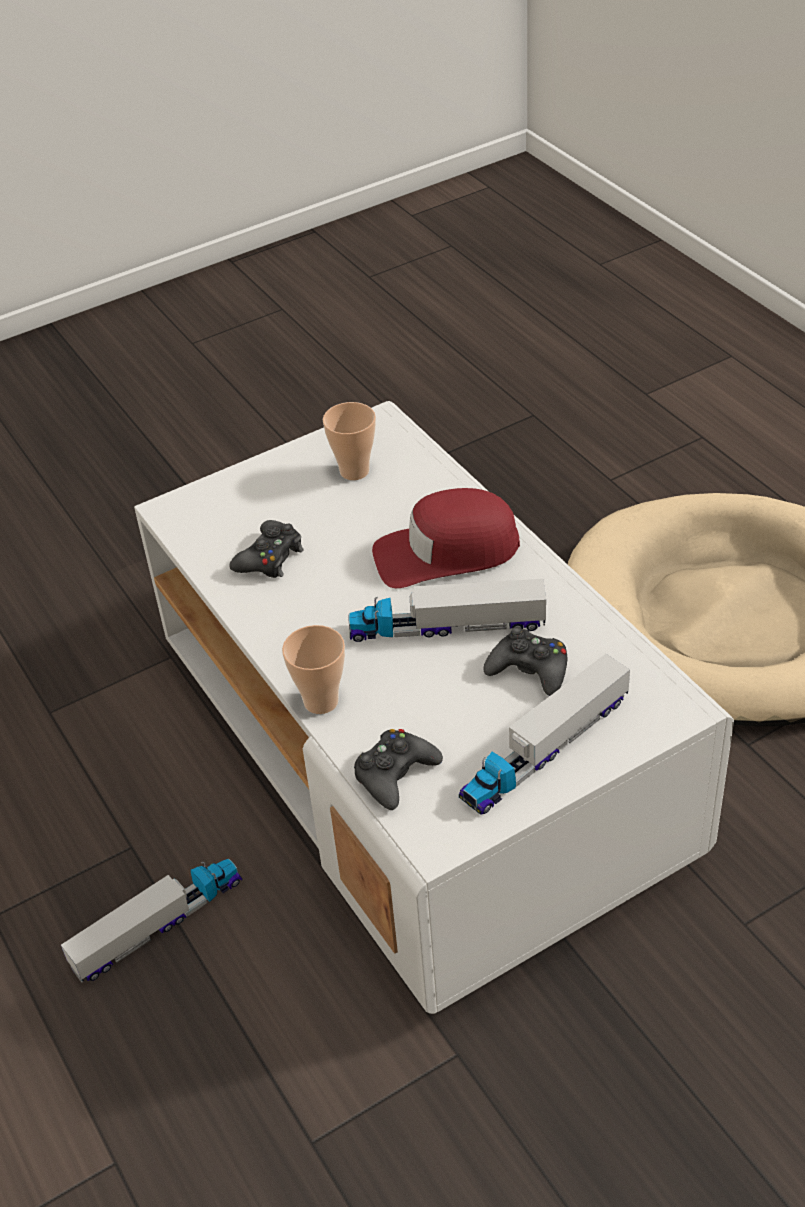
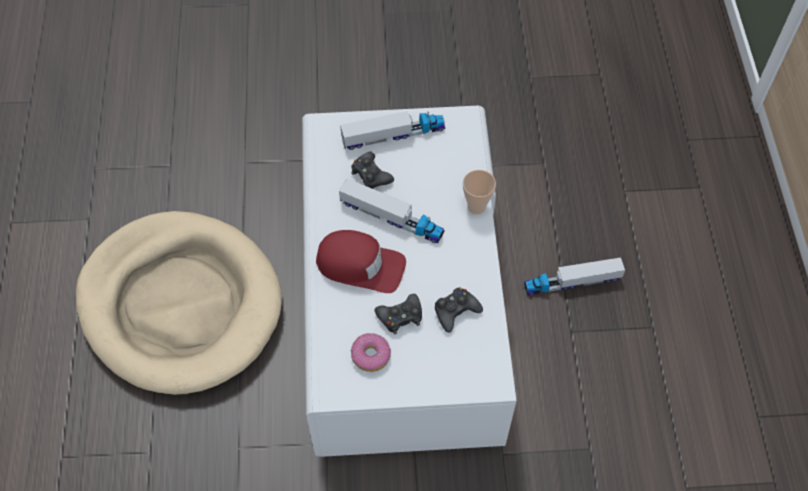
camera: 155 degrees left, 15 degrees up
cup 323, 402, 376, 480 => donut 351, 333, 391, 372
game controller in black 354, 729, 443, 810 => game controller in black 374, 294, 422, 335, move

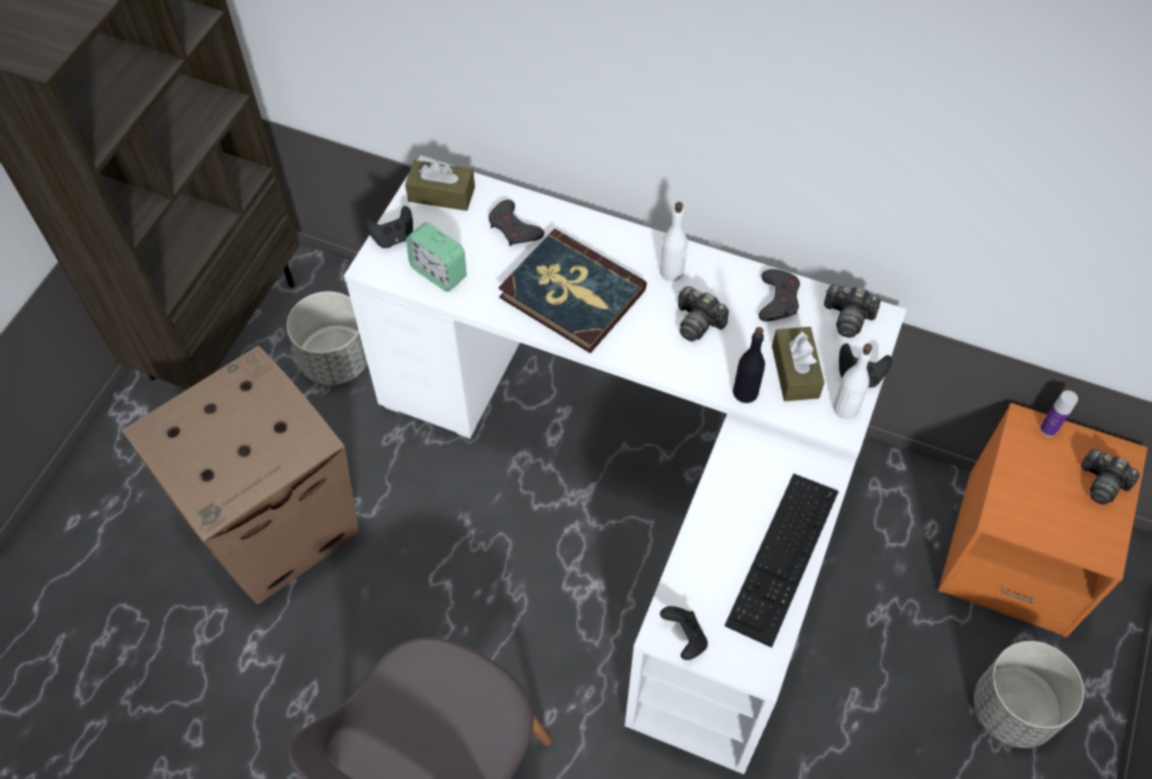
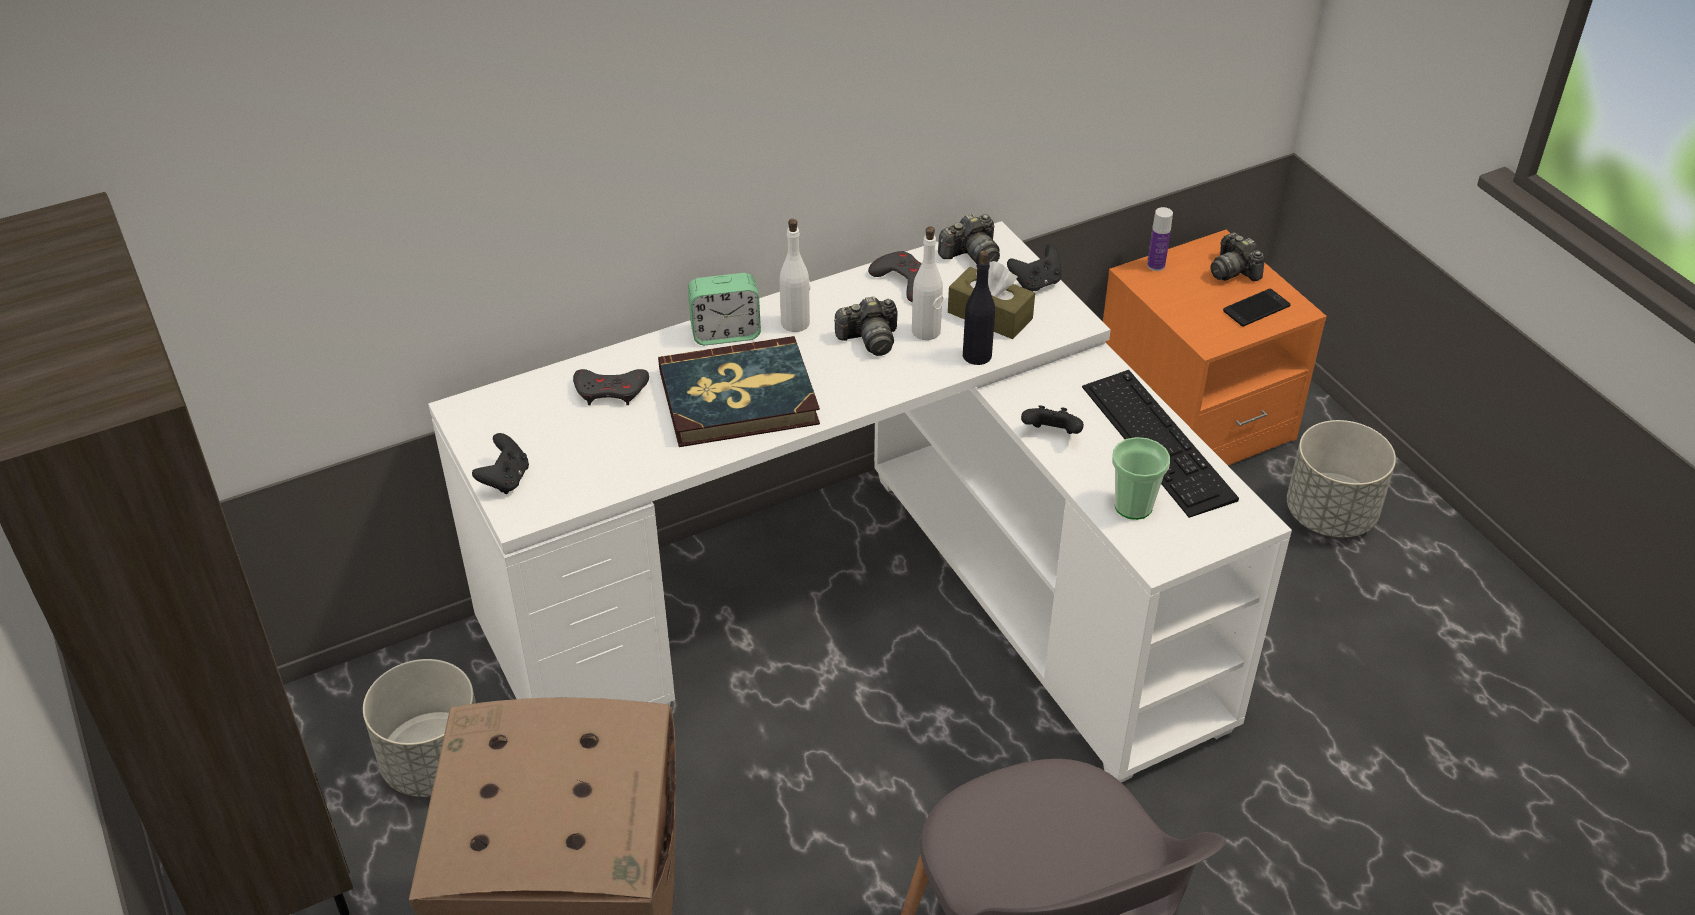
camera: 50 degrees left, 15 degrees down
alarm clock 406, 222, 467, 292 => alarm clock 688, 273, 761, 345, move
bottle in white 833, 344, 872, 419 => bottle in white 912, 227, 943, 340, move
game controller in black 660, 606, 708, 660 => game controller in black 1021, 405, 1084, 434, move
nothing => cup 1112, 437, 1170, 520
photo camera 1081, 449, 1140, 505 => photo camera 1211, 232, 1265, 282, 75 degrees clockwise
nothing => phone 1223, 289, 1291, 327
tissue box in brown 405, 160, 475, 211 => nothing

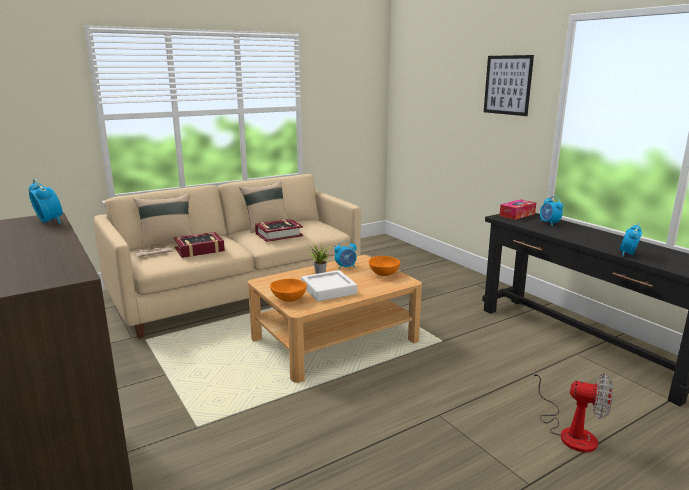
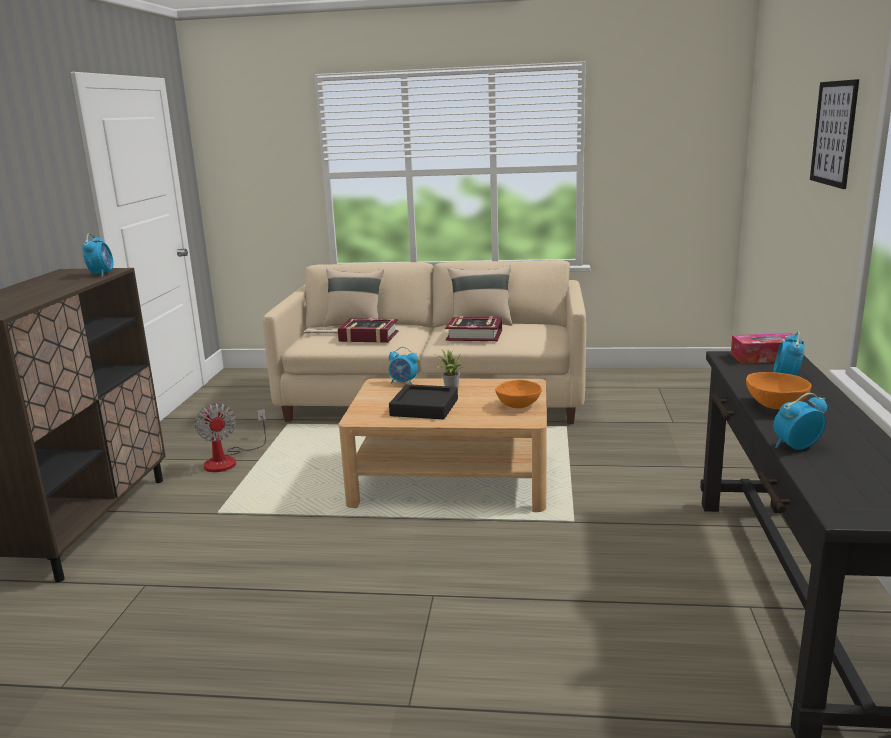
camera: 40 degrees right, 0 degrees up
fan 533, 366, 613, 452 => fan 195, 403, 266, 472, move
alarm clock 334, 240, 357, 270 => alarm clock 389, 347, 418, 385, move
tray in white 301, 270, 357, 301 => tray in black 389, 384, 458, 419
bowl in orange 270, 279, 307, 302 => bowl in orange 746, 372, 811, 409, move

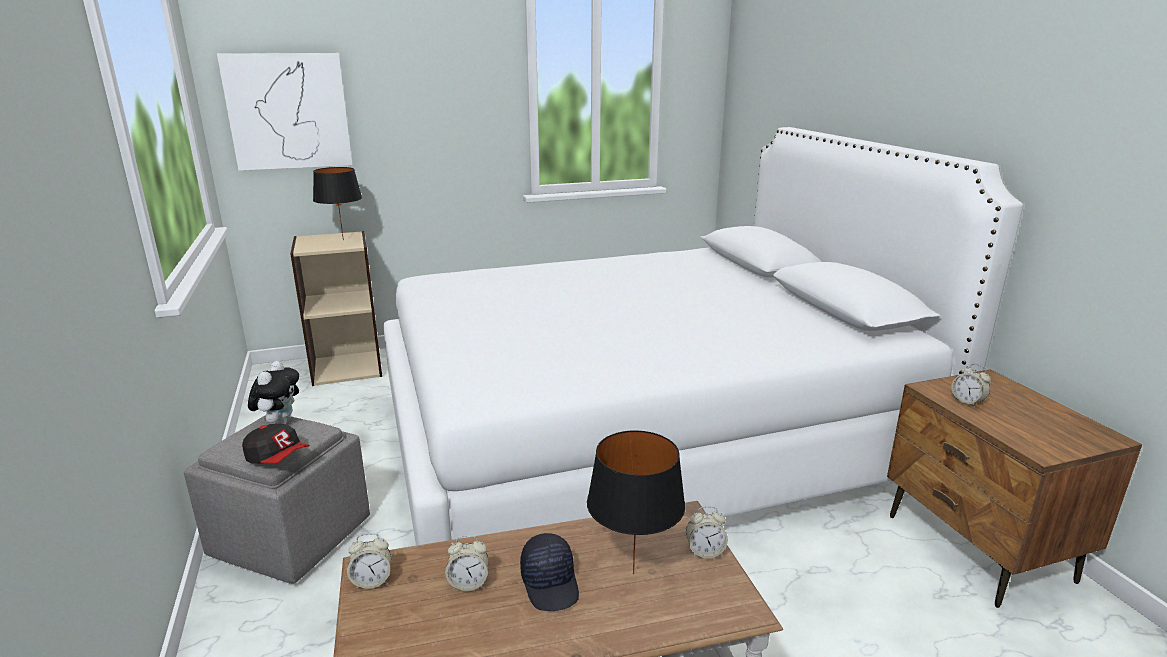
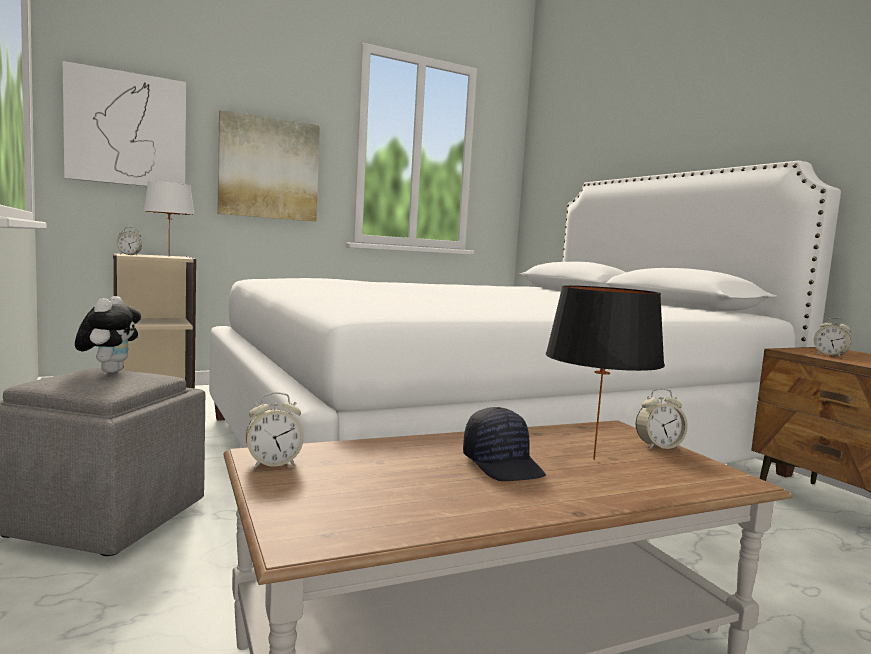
camera: 10 degrees left, 15 degrees down
alarm clock 445, 535, 489, 591 => alarm clock 116, 227, 142, 255, move
table lamp in black 313, 167, 362, 241 => table lamp in white 143, 181, 195, 245
nothing => picture 217, 110, 320, 222
cap 242, 423, 310, 464 => nothing

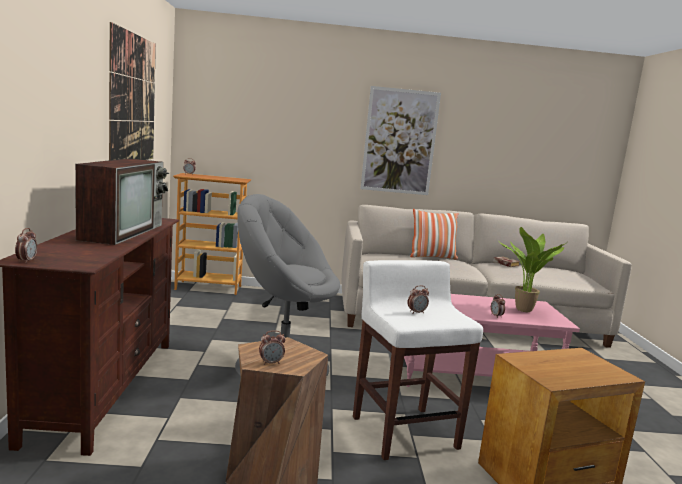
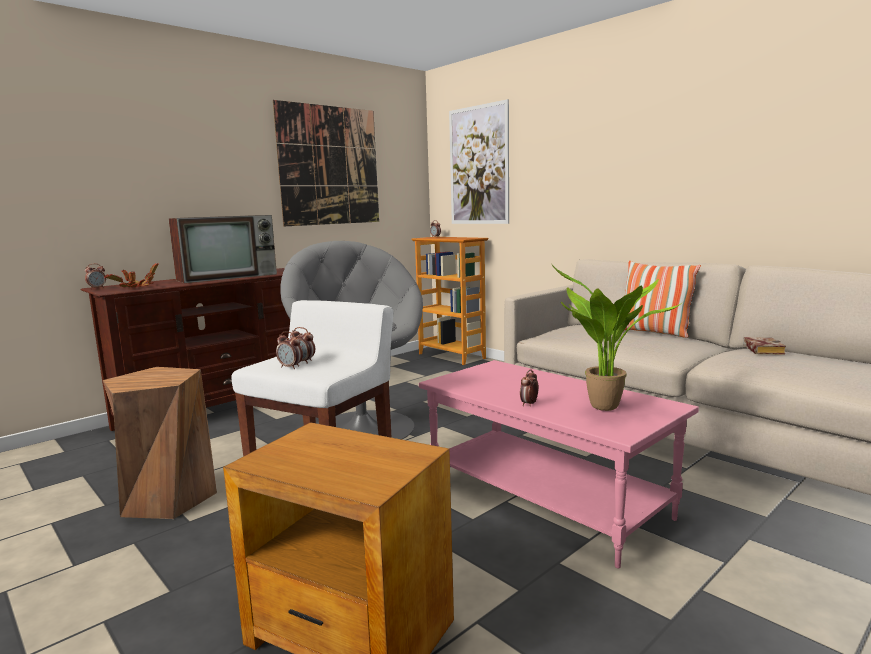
camera: 50 degrees right, 0 degrees up
nothing => potted plant 104, 263, 159, 288
alarm clock 259, 330, 286, 365 => alarm clock 276, 331, 303, 369, move
picture 360, 86, 441, 195 => picture 449, 99, 509, 224, move

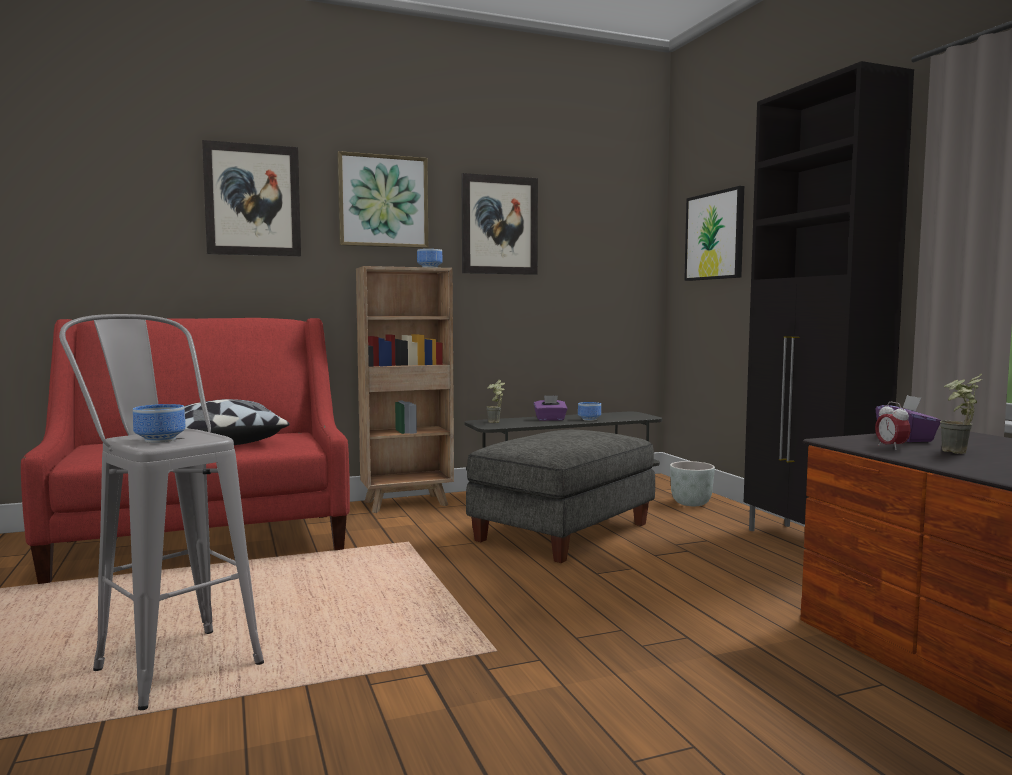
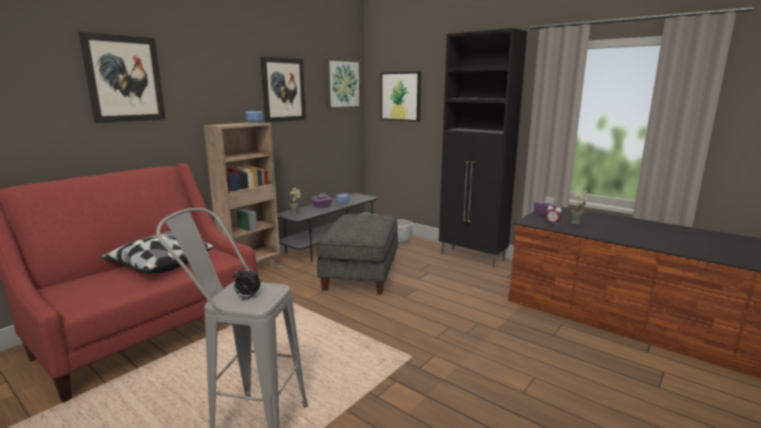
camera: 30 degrees left, 10 degrees up
bowl 133, 404, 186, 443 => alarm clock 233, 266, 260, 297
picture 337, 151, 428, 248 => picture 325, 58, 361, 109, move

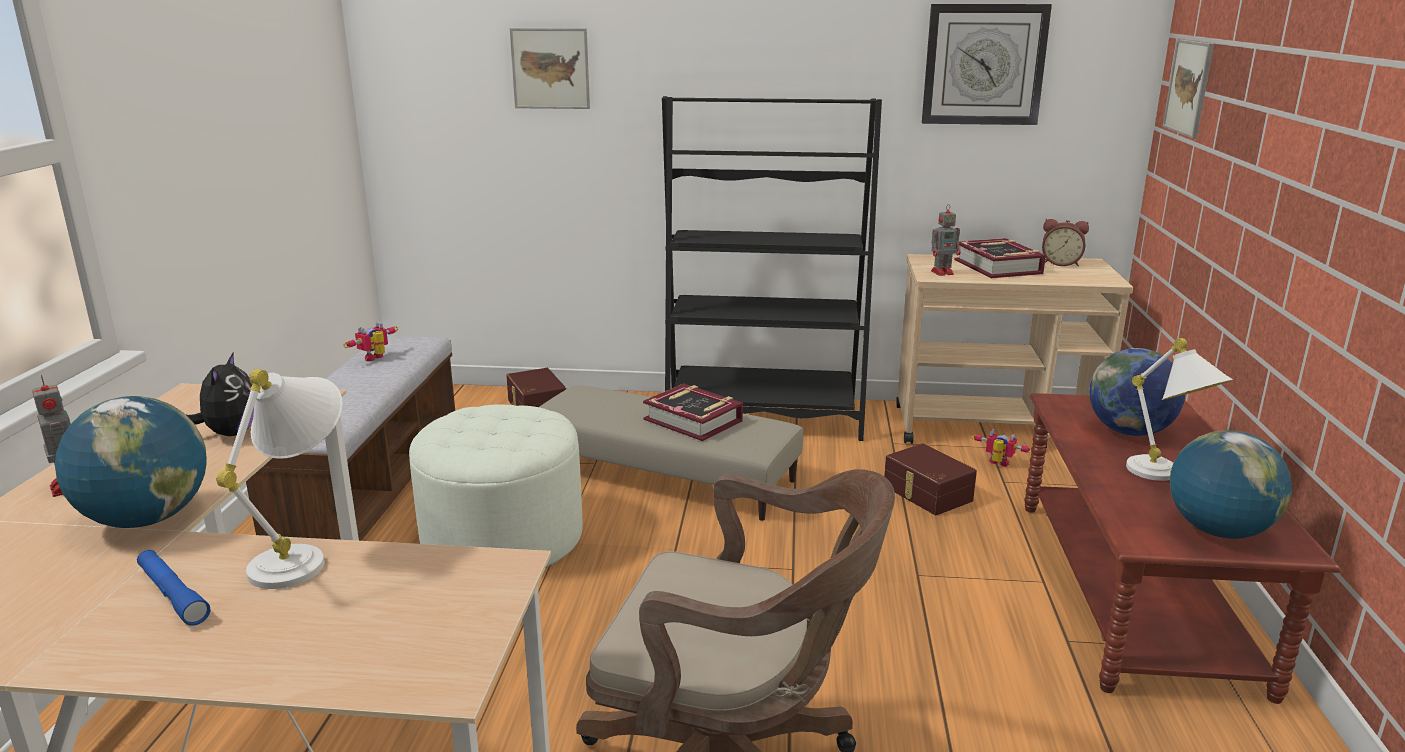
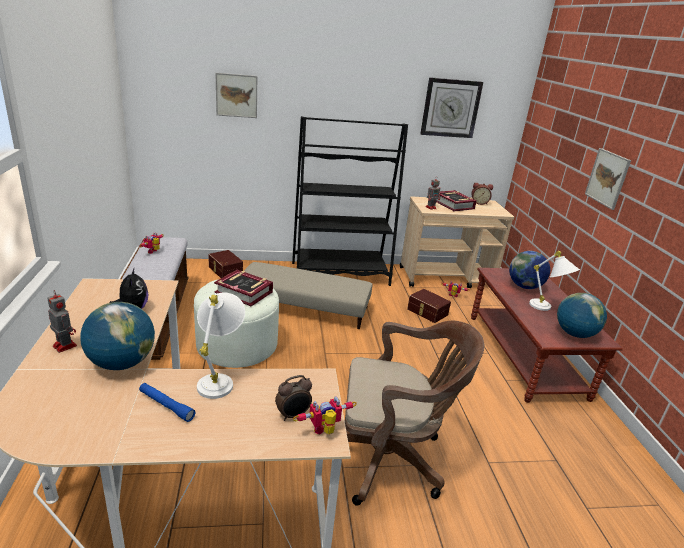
camera: 15 degrees left, 5 degrees up
book 643, 384, 743, 441 => book 214, 270, 273, 306, move
nothing => alarm clock 275, 375, 312, 421
nothing => toy robot 293, 396, 357, 434
picture 1162, 39, 1214, 138 => picture 585, 148, 631, 210, move

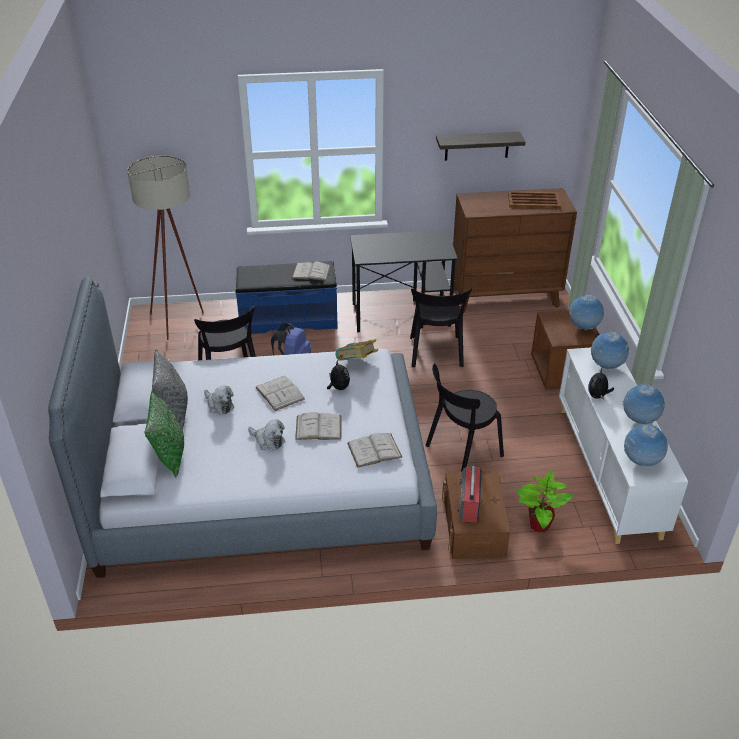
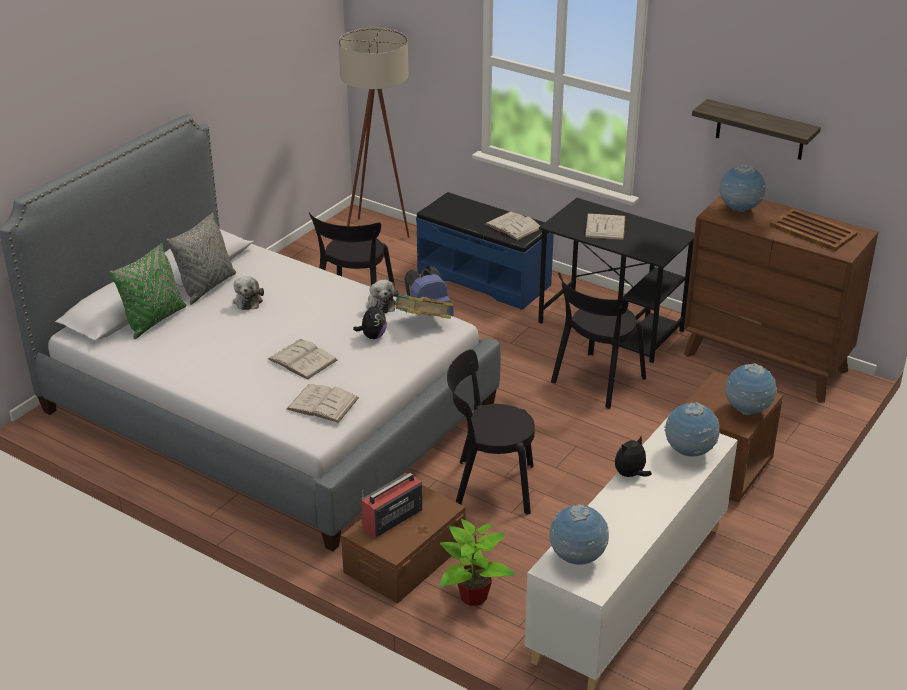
camera: 40 degrees right, 5 degrees down
plush toy 248, 419, 285, 450 => plush toy 367, 280, 399, 313, move
book in white 255, 376, 305, 411 => book in white 585, 213, 625, 240, move
globe 622, 384, 665, 424 => globe 720, 165, 766, 212, move

